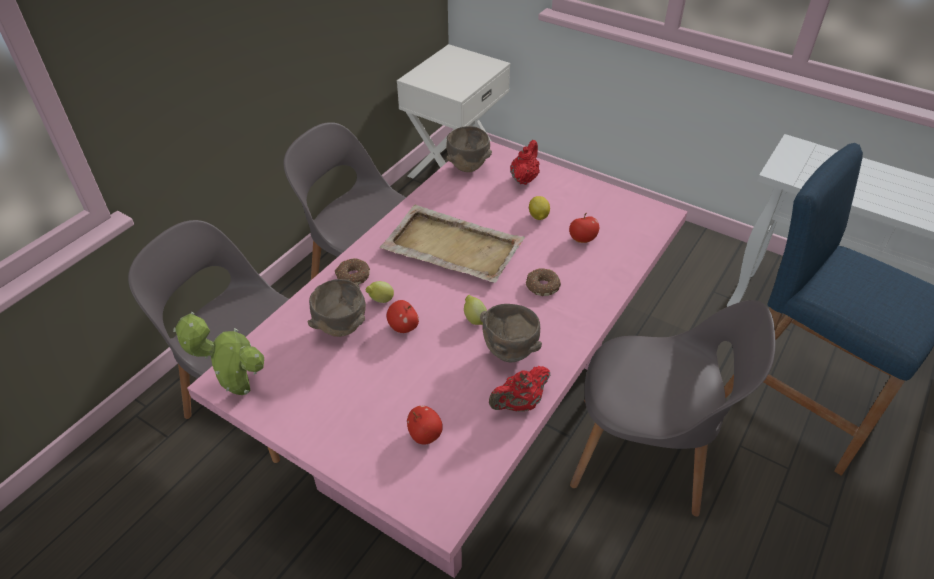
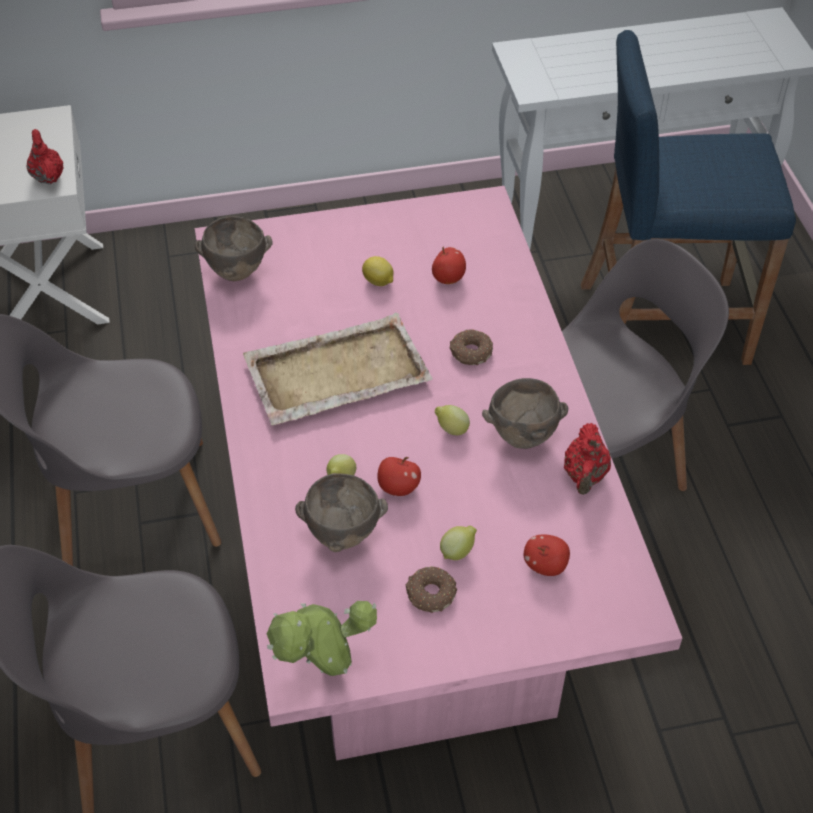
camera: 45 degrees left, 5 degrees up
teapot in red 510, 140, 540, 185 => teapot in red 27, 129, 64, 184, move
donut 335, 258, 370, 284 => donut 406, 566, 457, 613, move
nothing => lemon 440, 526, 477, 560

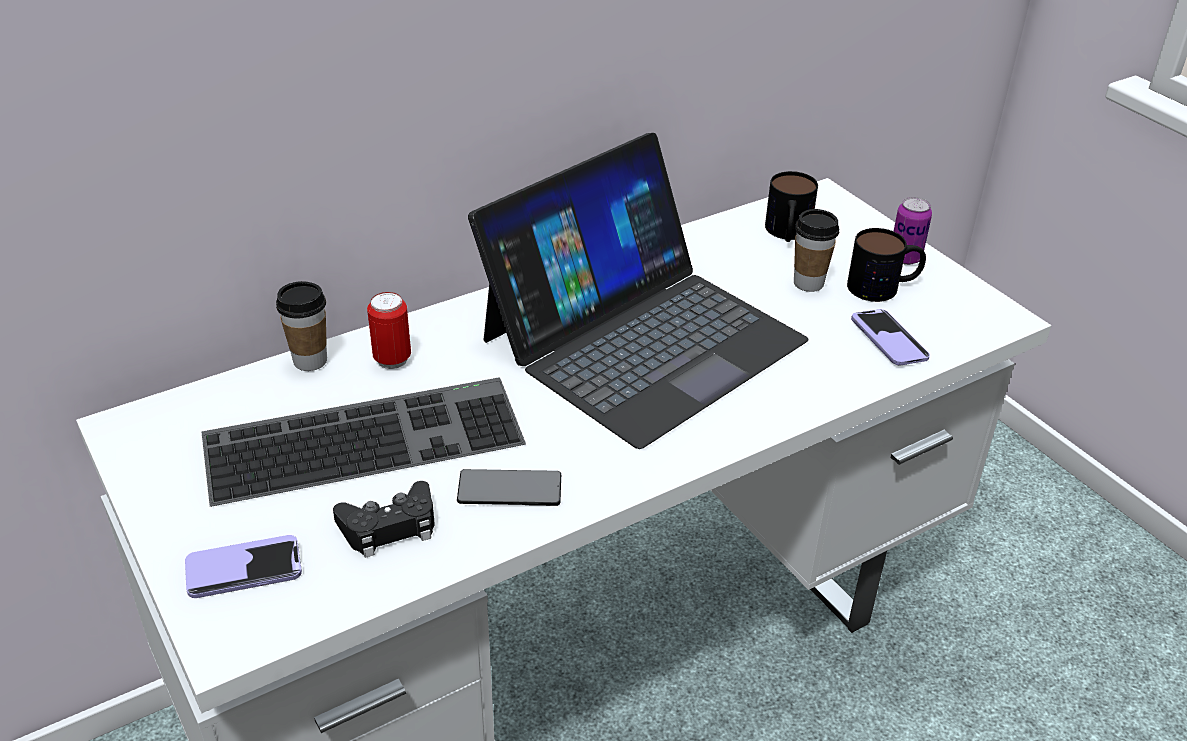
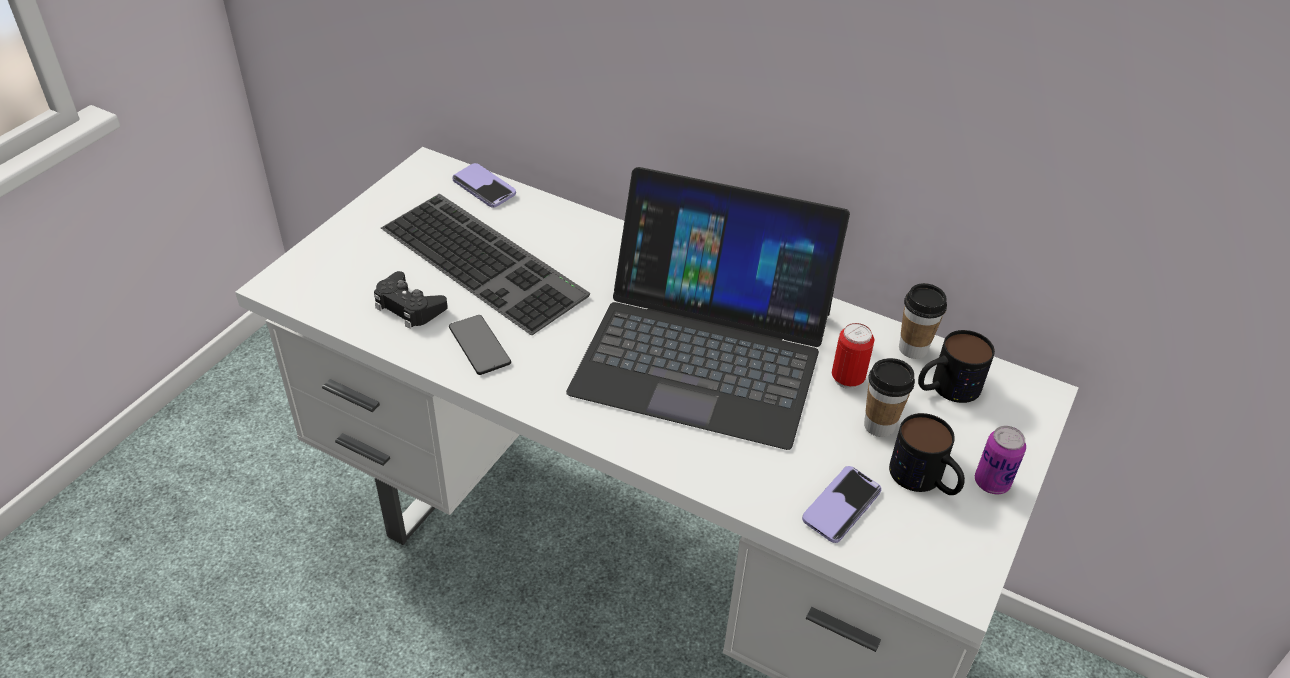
camera: 60 degrees right, 5 degrees up
phone 185, 535, 302, 598 => phone 452, 163, 516, 208, move
can 367, 292, 411, 369 => can 832, 323, 874, 389, move
cup 276, 281, 327, 371 => cup 899, 283, 947, 359, move

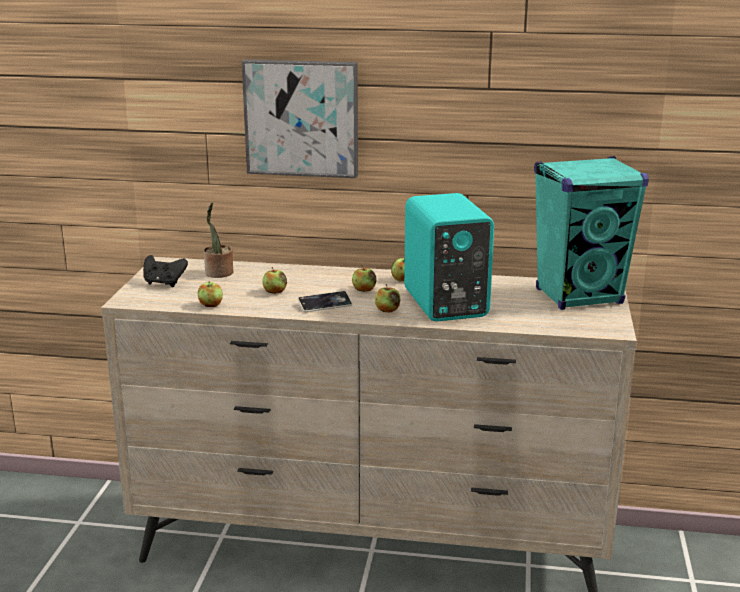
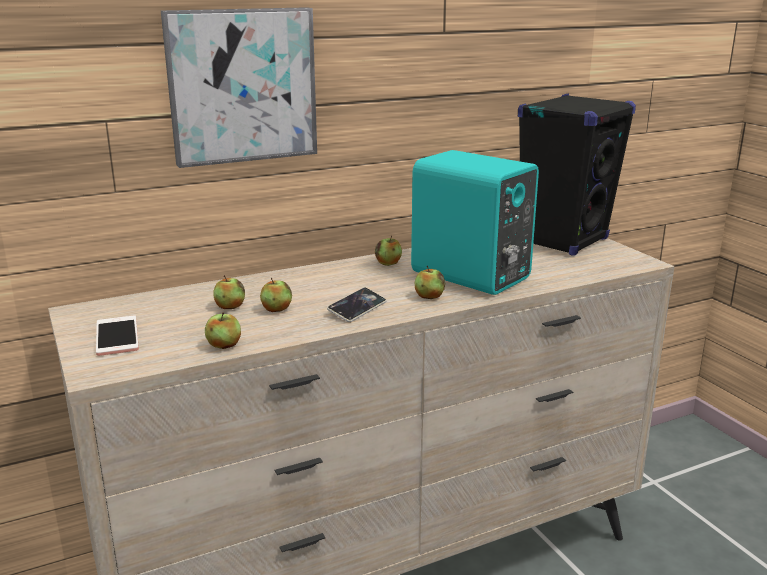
camera: 35 degrees left, 0 degrees up
game controller in black 143, 255, 188, 287 => phone 96, 316, 139, 356
apple 352, 265, 376, 292 => apple 213, 275, 245, 309, move
speaker in turquoise 534, 156, 649, 310 => speaker in black 518, 93, 636, 256
potted plant 204, 202, 233, 278 => nothing

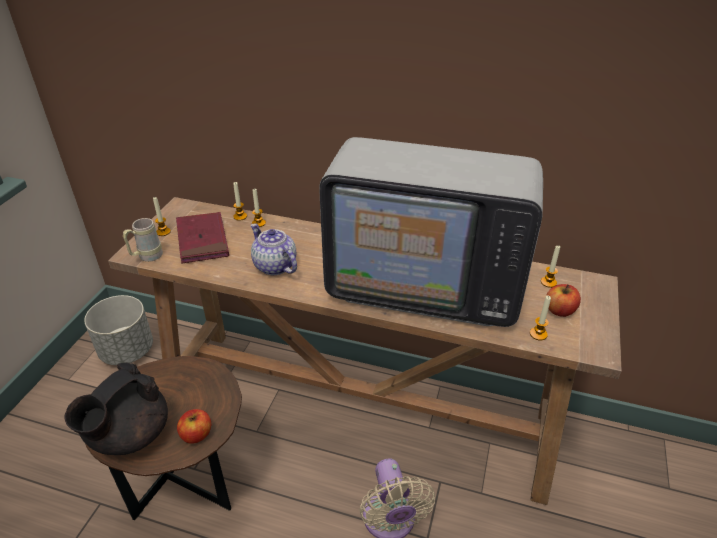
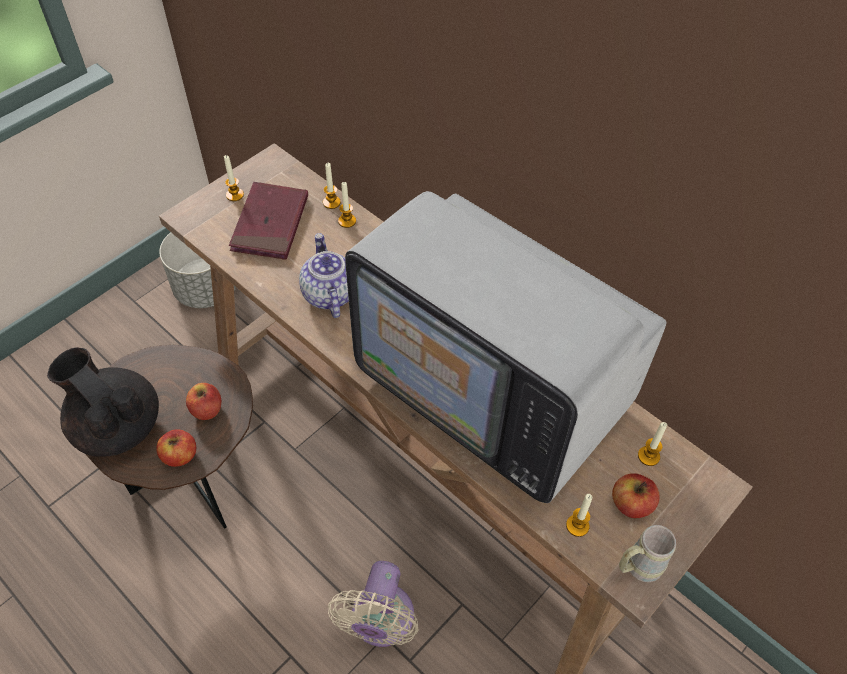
camera: 25 degrees right, 15 degrees up
teapot in black 65, 363, 168, 455 => teapot in black 47, 347, 159, 457, 75 degrees clockwise
nothing => apple 186, 383, 221, 420
mug in beige 123, 218, 163, 262 => mug in beige 619, 525, 676, 582, move

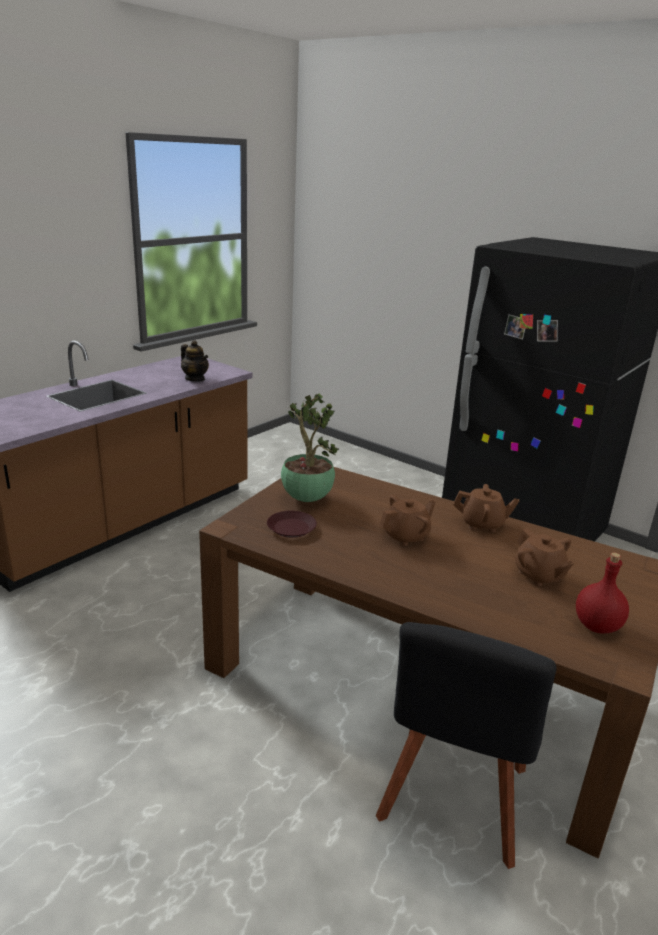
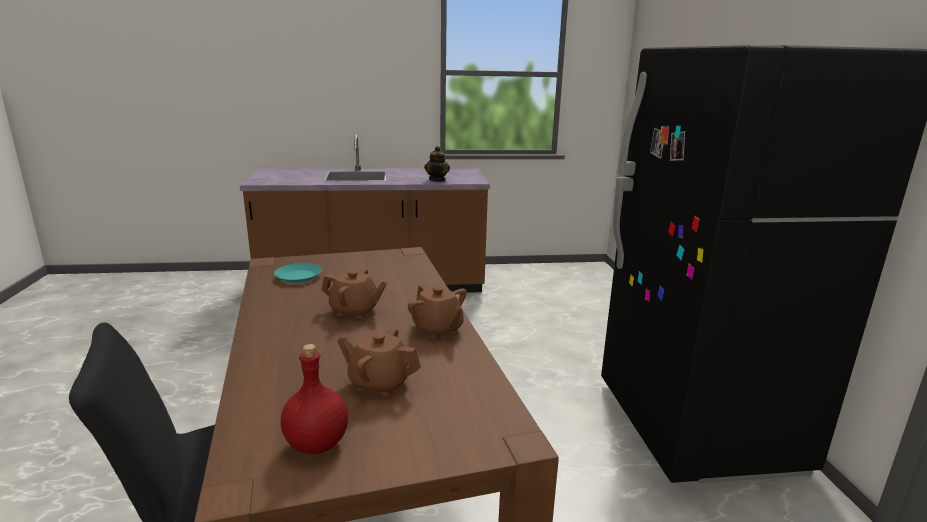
camera: 45 degrees right, 5 degrees down
plate in brown 267, 511, 317, 538 => plate in turquoise 274, 263, 321, 283
teapot in brown 515, 528, 574, 586 => teapot in brown 337, 327, 421, 396, 90 degrees clockwise
potted plant 281, 394, 339, 502 => nothing

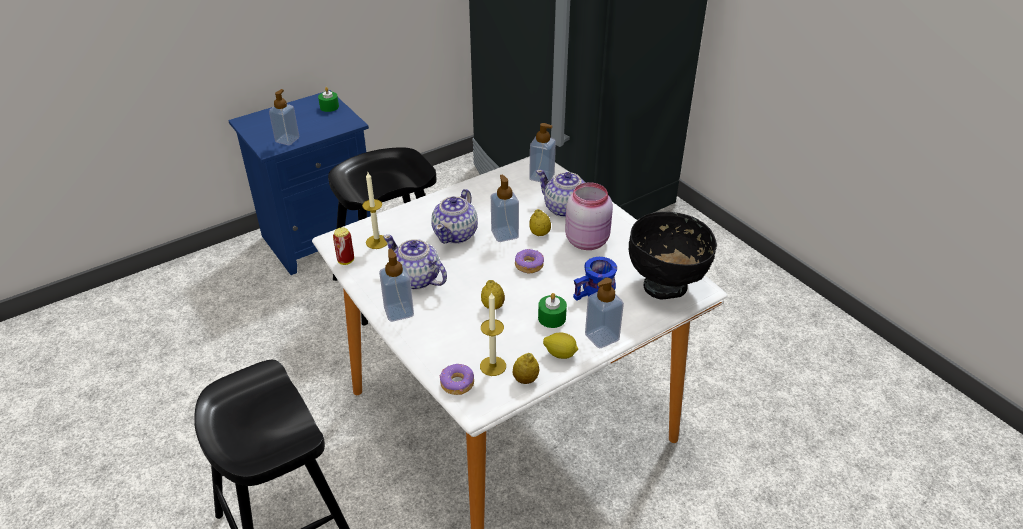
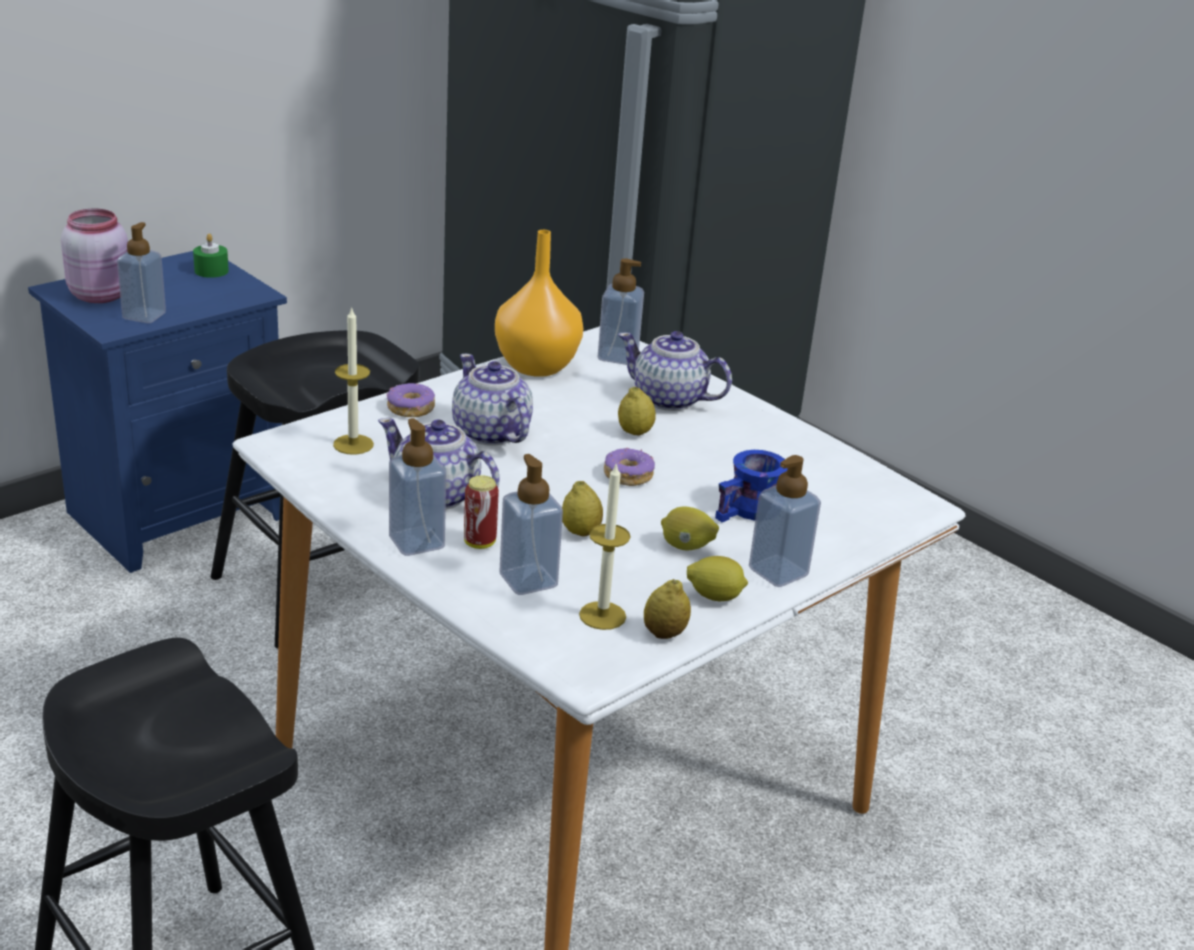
camera: 10 degrees left, 10 degrees down
jar in pink 565, 182, 613, 250 => jar in pink 61, 209, 128, 303, move
donut 440, 364, 474, 395 => donut 387, 383, 435, 417, move
teapot 431, 189, 478, 244 => teapot 452, 354, 533, 446, 135 degrees clockwise
can 333, 227, 354, 265 => can 464, 475, 499, 549, move
nothing => vase in orange 495, 230, 583, 377
soap dispenser 491, 175, 519, 242 => soap dispenser 500, 454, 563, 595, move
candle in green 538, 293, 567, 328 => lemon 661, 506, 719, 550
bowl in black 629, 212, 717, 299 => nothing

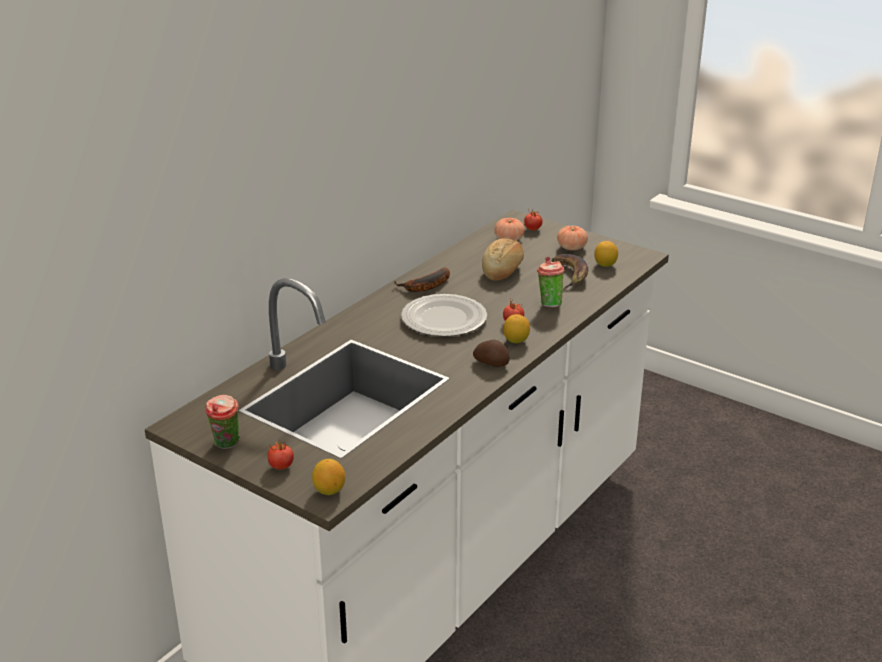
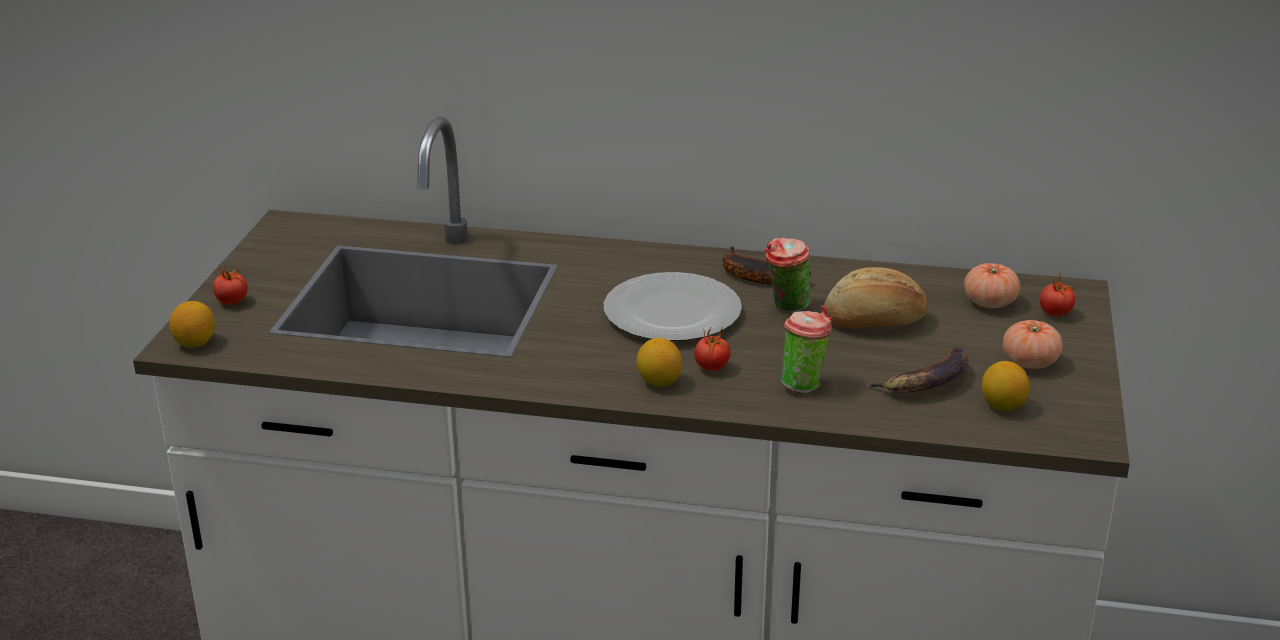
camera: 65 degrees right, 0 degrees up
cup 205, 395, 240, 449 => cup 764, 237, 811, 313, move
potato 473, 339, 510, 367 => nothing

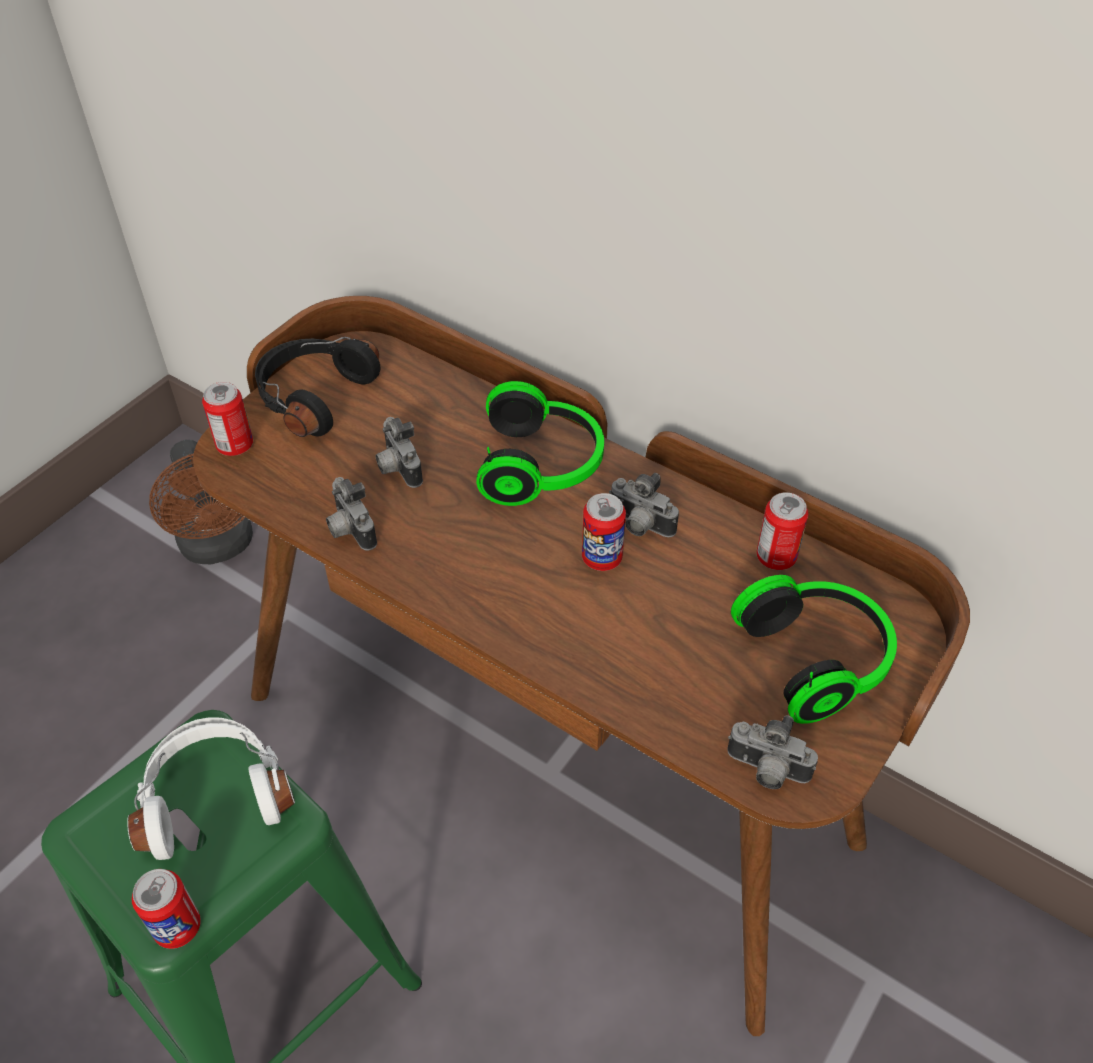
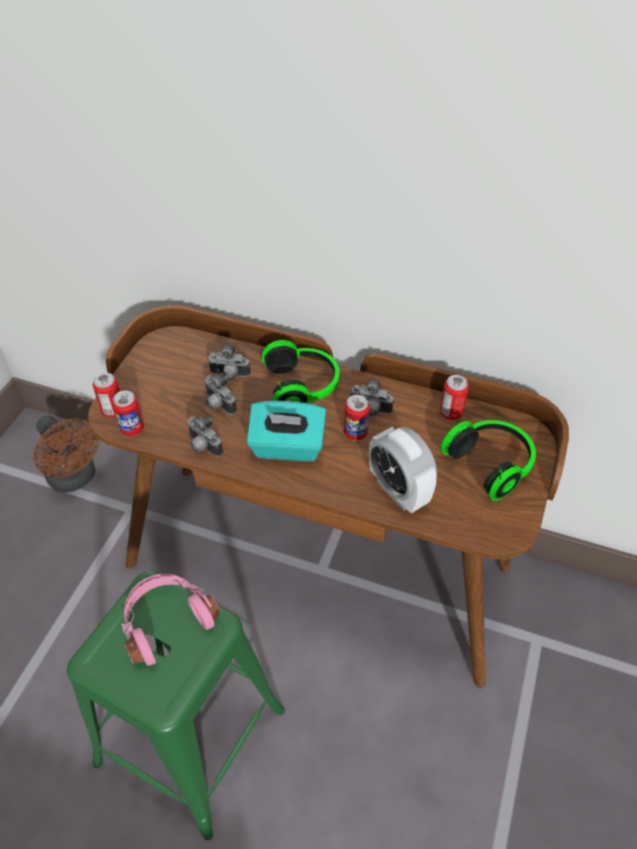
camera: 15 degrees left, 0 degrees up
can 132, 869, 201, 949 => can 112, 391, 144, 436, move
headphones in white 127, 717, 295, 860 => headphones in pink 122, 574, 220, 666
photo camera 727, 716, 818, 789 => photo camera 208, 343, 251, 381, move
nothing => tissue box in turquoise 247, 401, 326, 462
nothing => alarm clock 369, 427, 437, 513
headphones in black 255, 337, 381, 437 => nothing

